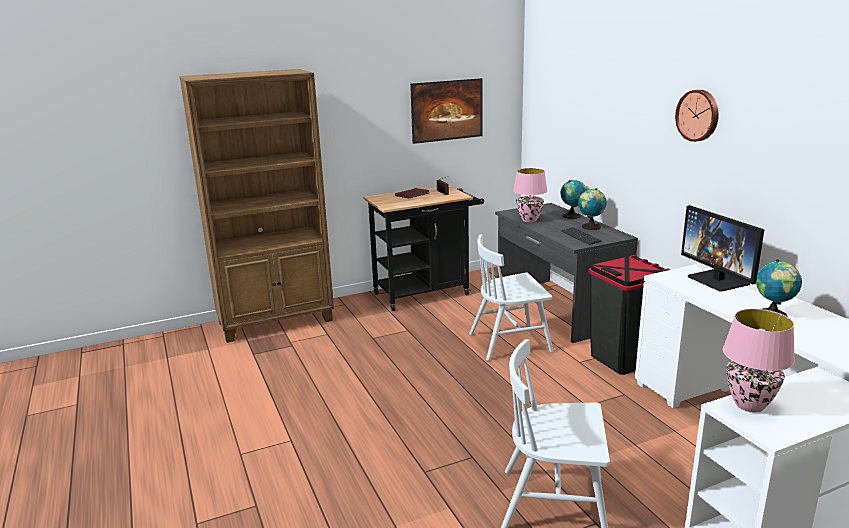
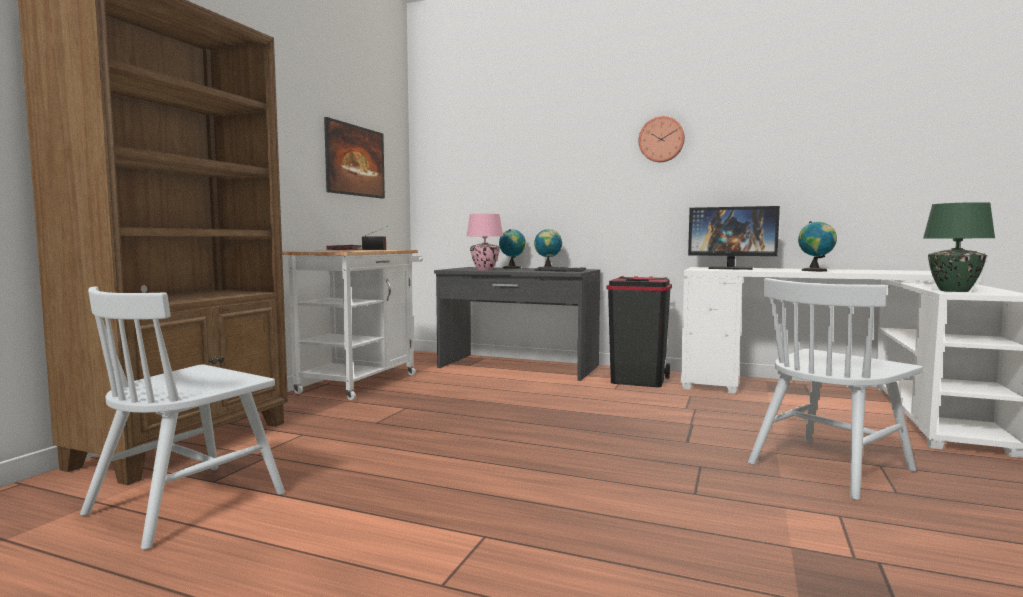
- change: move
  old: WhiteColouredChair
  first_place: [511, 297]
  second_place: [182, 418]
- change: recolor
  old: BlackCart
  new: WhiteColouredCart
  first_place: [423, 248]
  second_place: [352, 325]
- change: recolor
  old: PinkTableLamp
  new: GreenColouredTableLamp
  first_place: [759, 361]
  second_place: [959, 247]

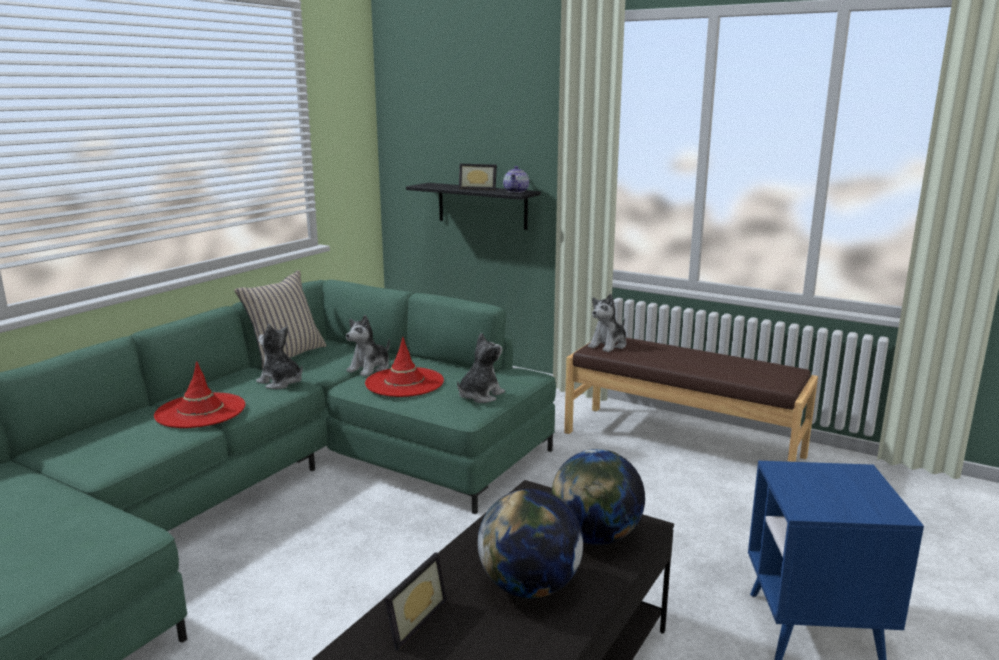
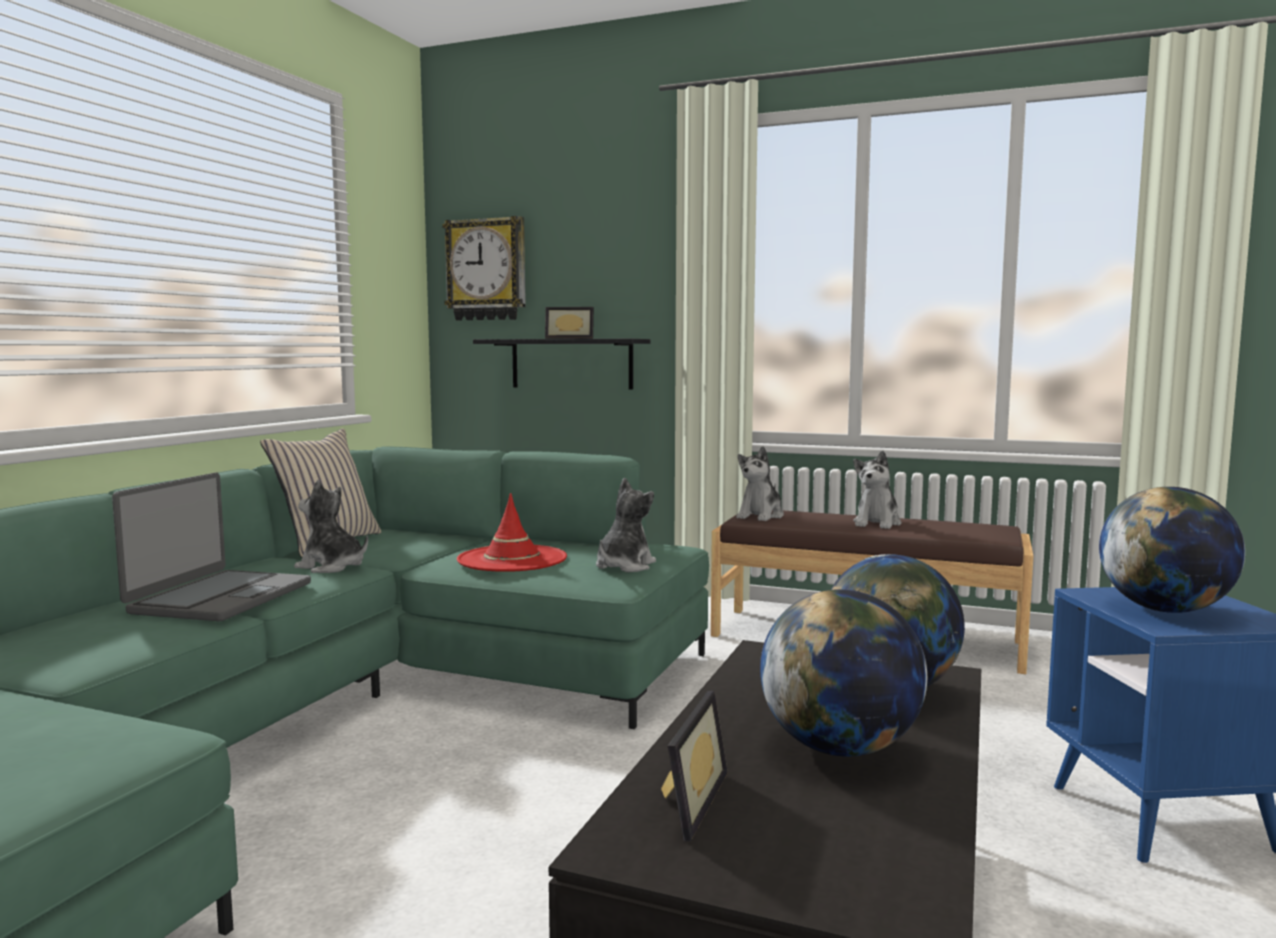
- change: delete
  old: Teapot
  first_place: [516, 179]
- change: insert
  new: WallClock
  second_place: [484, 268]
- change: insert
  new: WorldGlobe
  second_place: [1172, 550]
- change: move
  old: SoftToy
  first_place: [368, 346]
  second_place: [877, 490]
- change: replace
  old: ReddishWearableHat
  new: PortableComputer
  first_place: [199, 394]
  second_place: [211, 546]

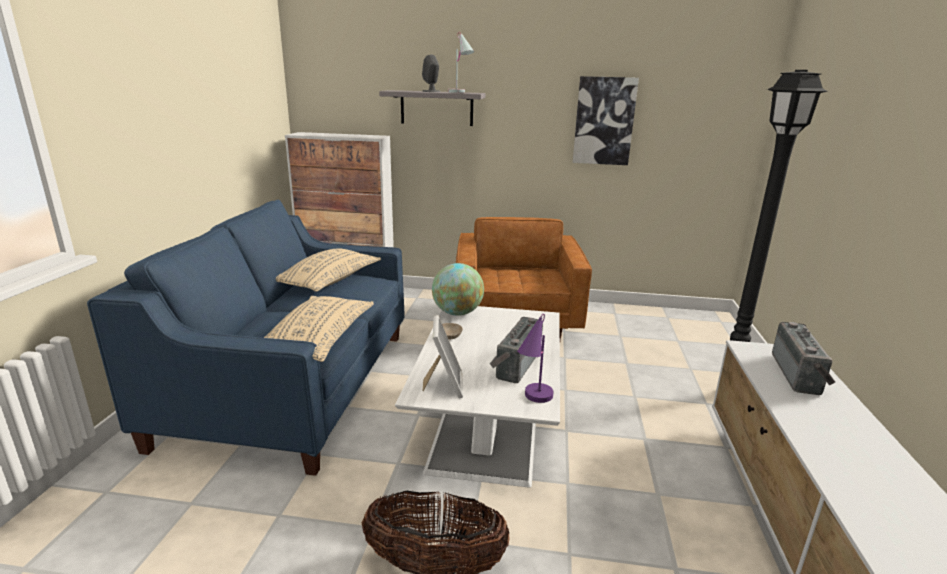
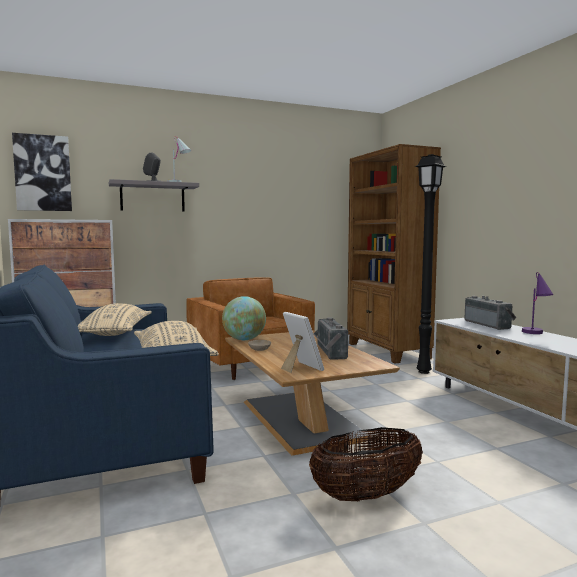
- change: insert
  new: BrownishShelvingUnit
  second_place: [394, 254]
- change: move
  old: PurplishTableLamp
  first_place: [535, 358]
  second_place: [538, 303]
- change: move
  old: WallArt
  first_place: [606, 120]
  second_place: [42, 172]
- change: recolor
  old: WhiteColouredLowTable
  new: BrownishLowTable
  first_place: [477, 397]
  second_place: [312, 392]

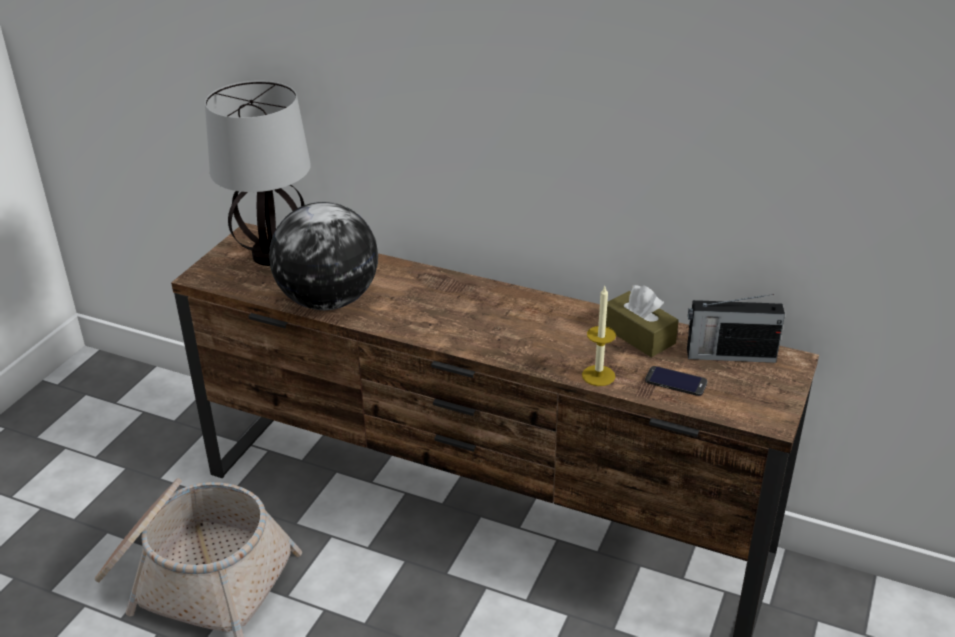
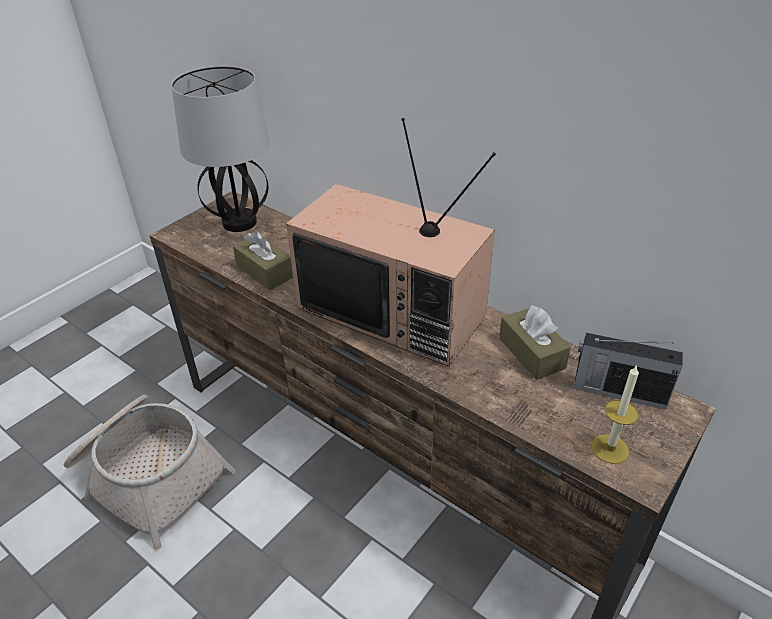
- change: delete
  old: Handset
  first_place: [676, 381]
- change: insert
  new: Tv
  second_place: [391, 242]
- change: move
  old: Candle
  first_place: [599, 336]
  second_place: [615, 414]
- change: replace
  old: WorldGlobe
  new: BrownishTissueHolder
  first_place: [323, 256]
  second_place: [263, 260]

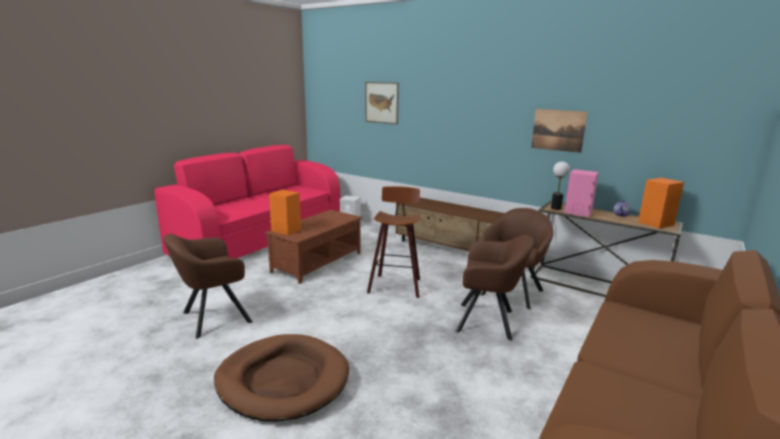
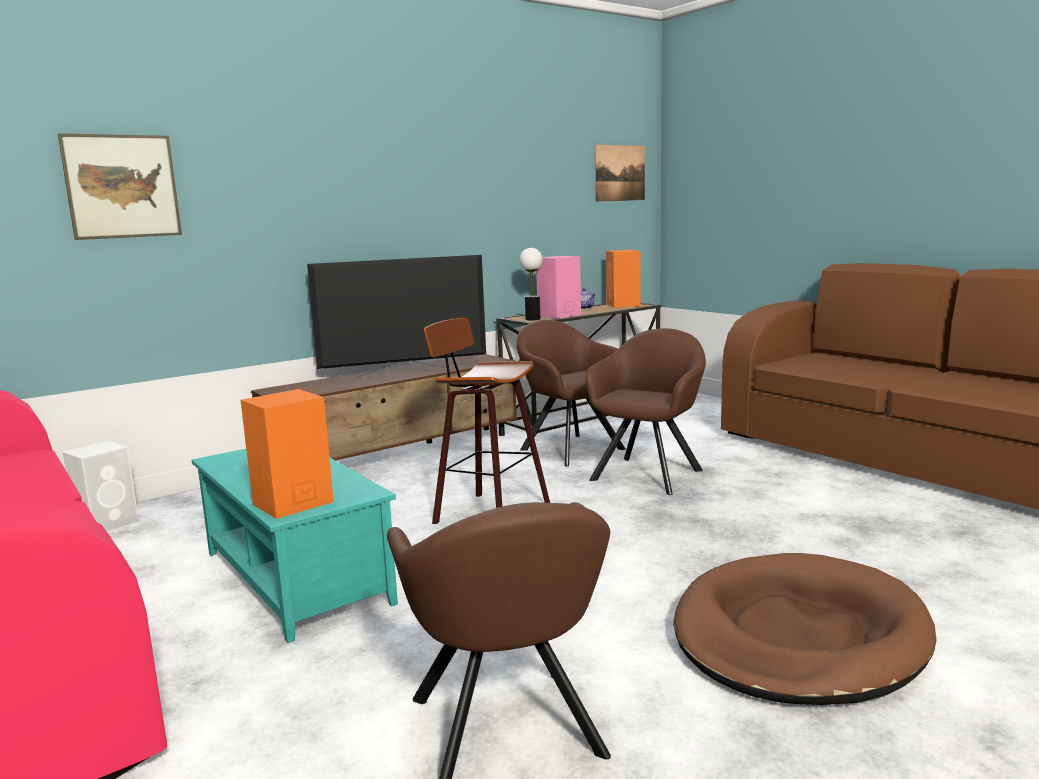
- change: insert
  new: Tv
  second_place: [396, 317]
- change: move
  old: WallArt
  first_place: [559, 131]
  second_place: [620, 173]
- change: recolor
  old: BrownishLowTable
  new: TurquoiseLowTable
  first_place: [313, 247]
  second_place: [295, 546]

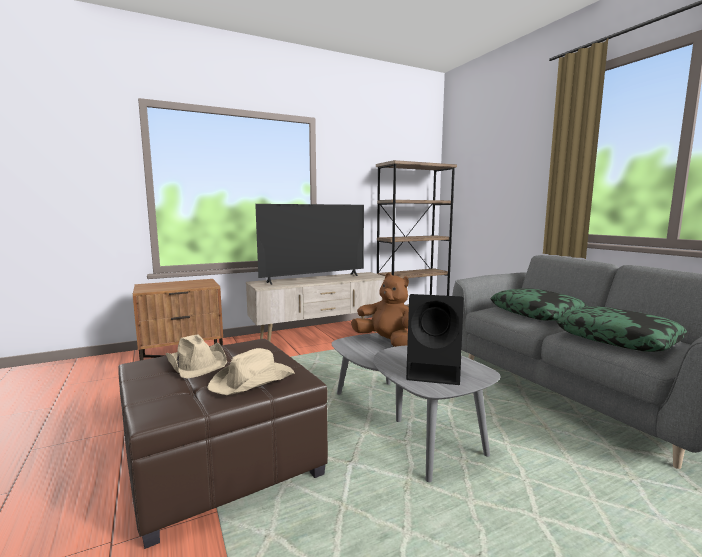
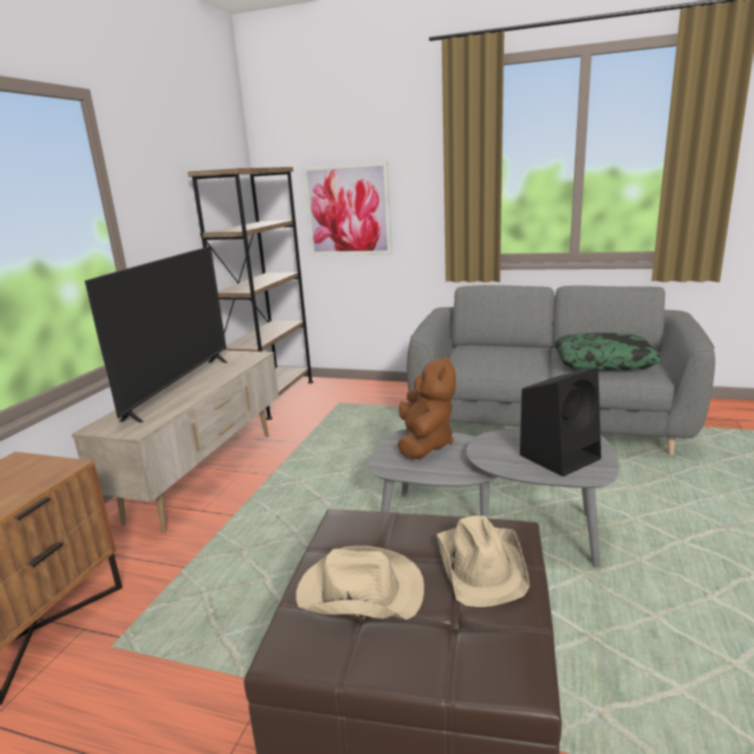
- change: delete
  old: ThrowPillow
  first_place: [539, 304]
- change: insert
  new: WallArt
  second_place: [347, 209]
- change: rotate
  old: BrownishSoftToy
  first_place: [380, 310]
  second_place: [426, 407]
  degrees: 105

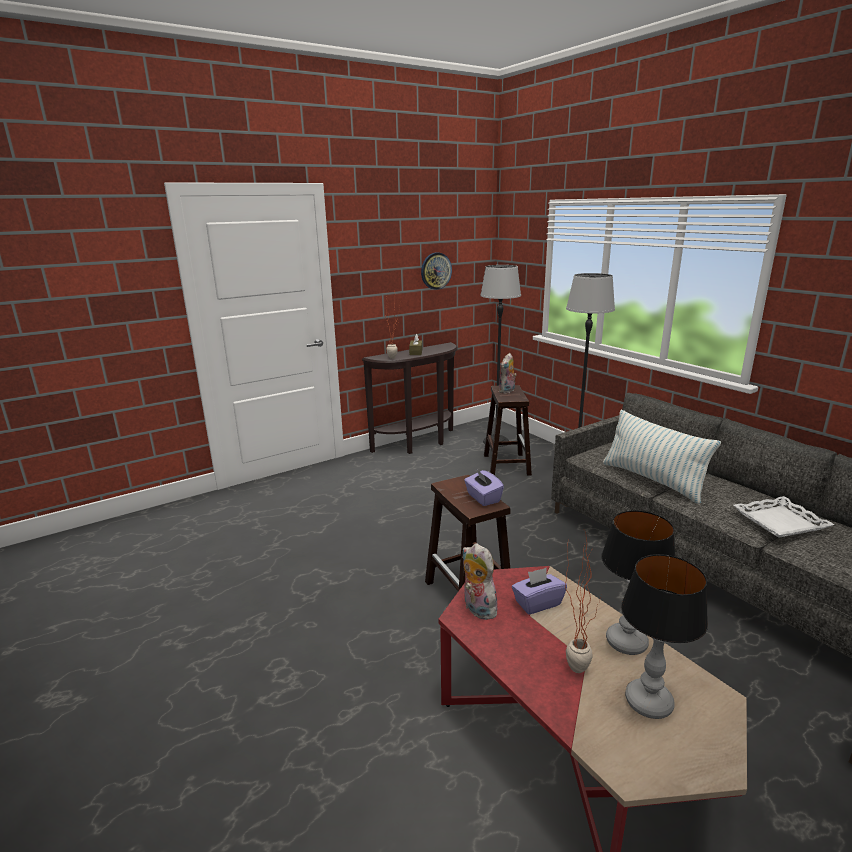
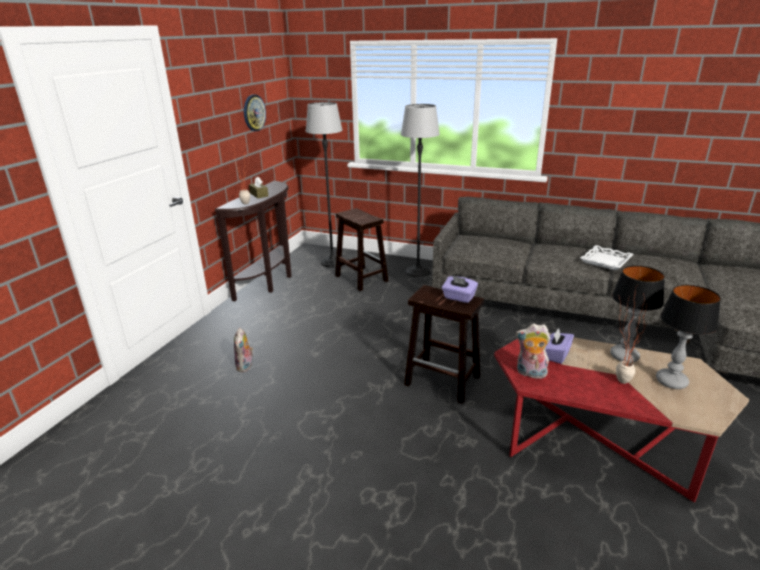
- change: delete
  old: ThrowPillow
  first_place: [662, 457]
- change: move
  old: SoftToy
  first_place: [508, 373]
  second_place: [243, 349]

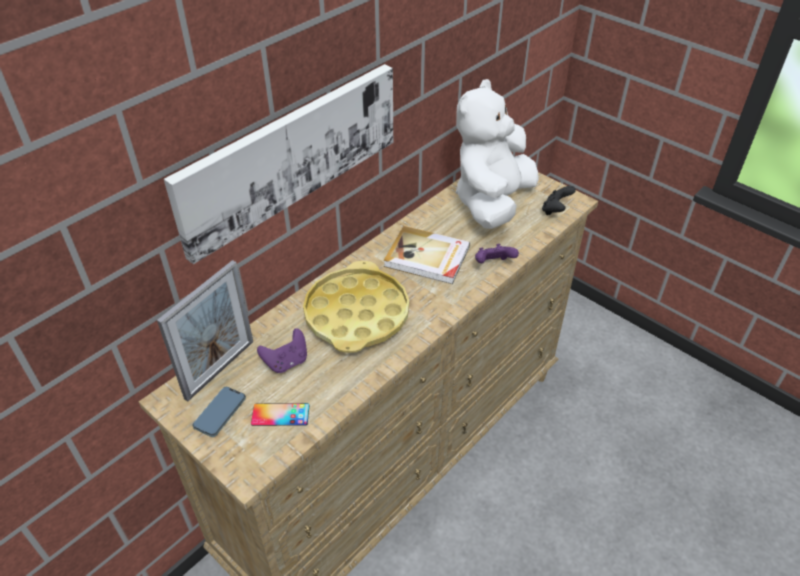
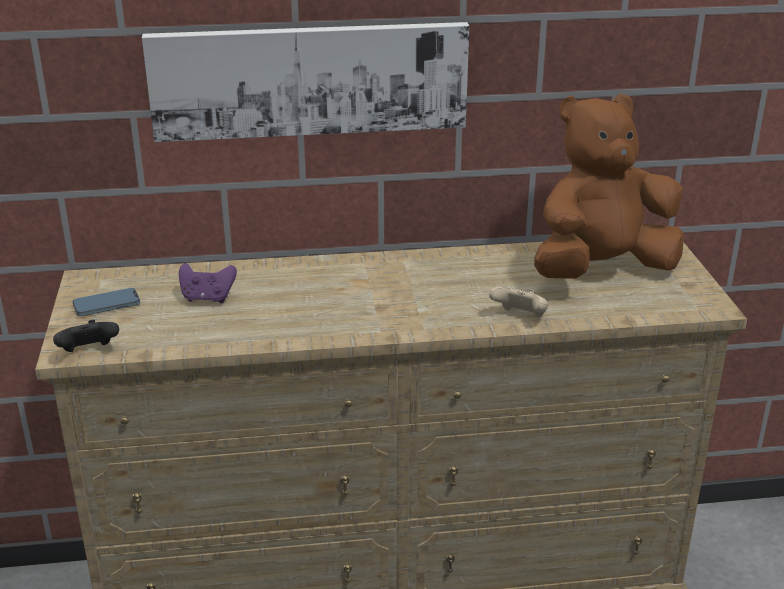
- change: delete
  old: PhotoFrame
  first_place: [205, 330]
- change: delete
  old: Handset
  first_place: [280, 414]
- change: delete
  old: YellowColouredServingTray
  first_place: [356, 307]
- change: delete
  old: Book
  first_place: [427, 255]
- change: move
  old: BlackGameController
  first_place: [559, 200]
  second_place: [86, 336]
- change: recolor
  old: WhiteColouredSoftToy
  new: BrownishSoftToy
  first_place: [497, 154]
  second_place: [609, 186]
- change: recolor
  old: PurplishGameController
  new: SandColouredGameController
  first_place: [497, 253]
  second_place: [518, 302]

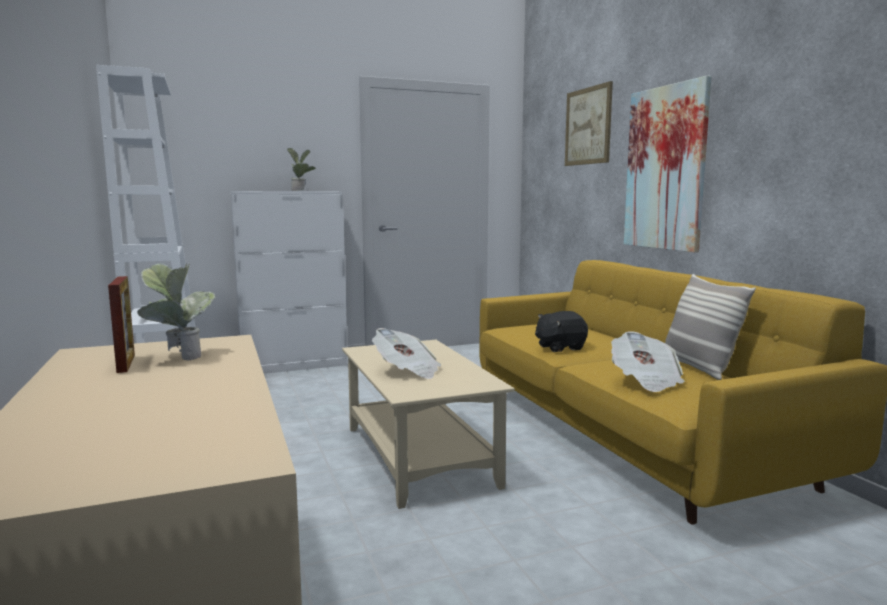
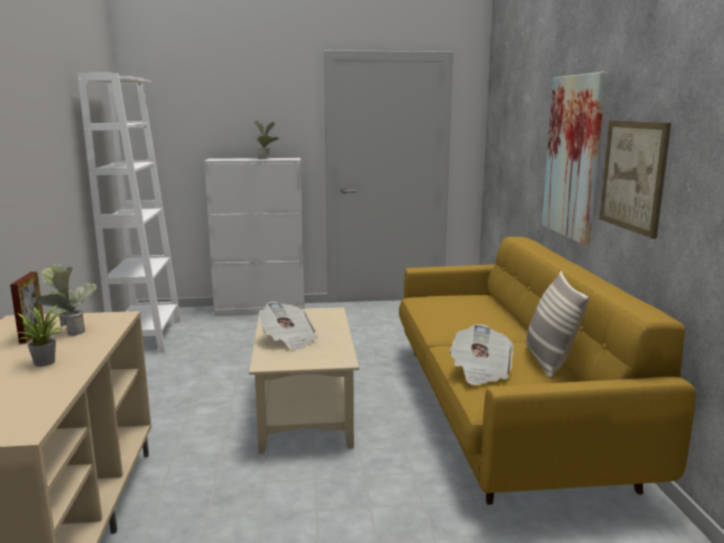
- change: delete
  old: BlackSoftToy
  first_place: [561, 331]
- change: insert
  new: Houseplant
  second_place: [42, 336]
- change: move
  old: WallArt
  first_place: [589, 123]
  second_place: [635, 179]

